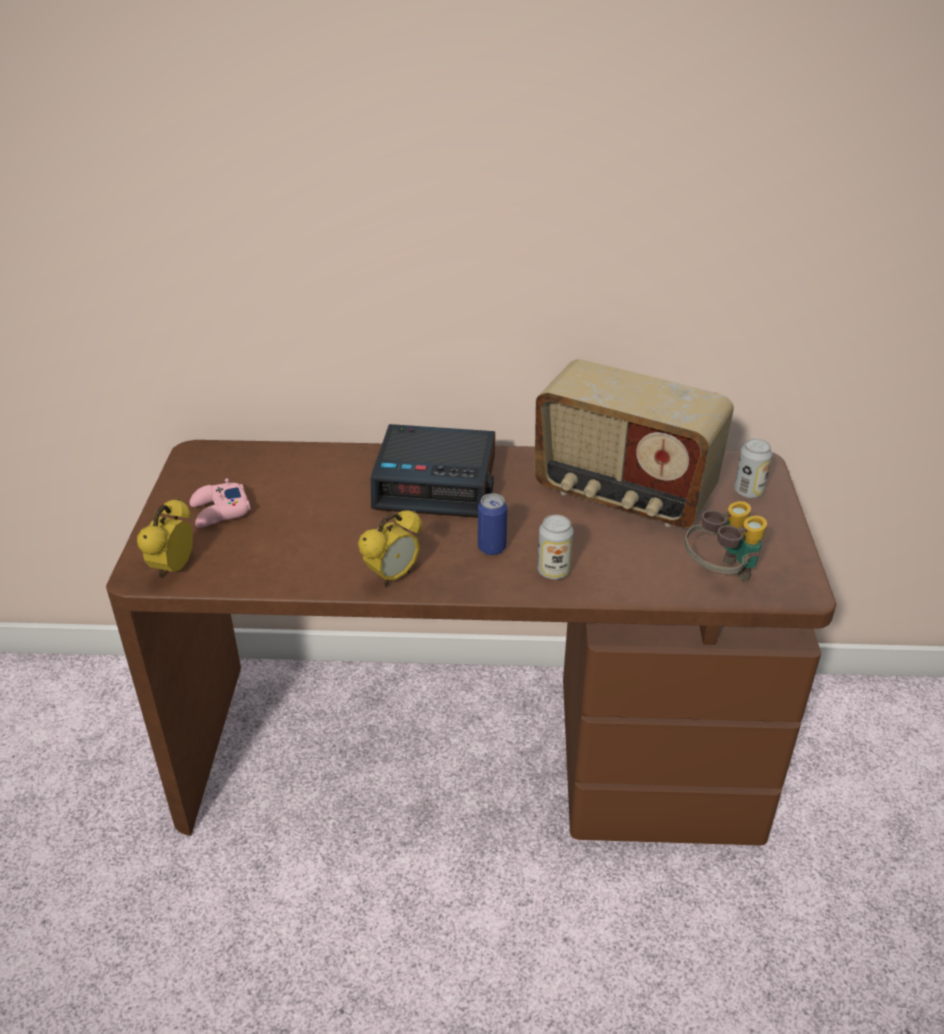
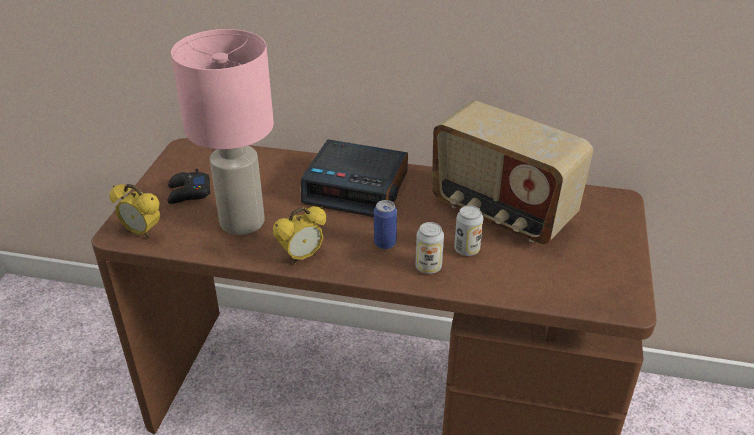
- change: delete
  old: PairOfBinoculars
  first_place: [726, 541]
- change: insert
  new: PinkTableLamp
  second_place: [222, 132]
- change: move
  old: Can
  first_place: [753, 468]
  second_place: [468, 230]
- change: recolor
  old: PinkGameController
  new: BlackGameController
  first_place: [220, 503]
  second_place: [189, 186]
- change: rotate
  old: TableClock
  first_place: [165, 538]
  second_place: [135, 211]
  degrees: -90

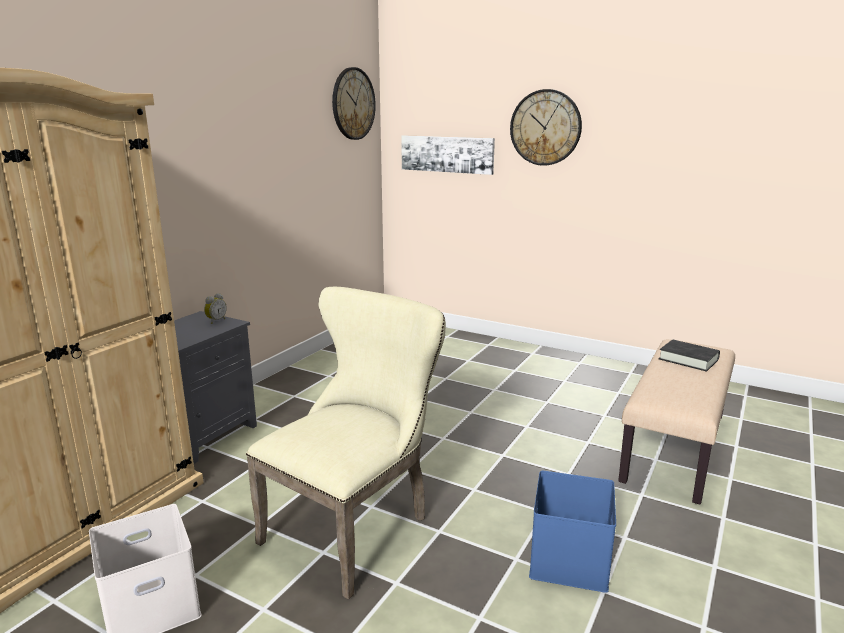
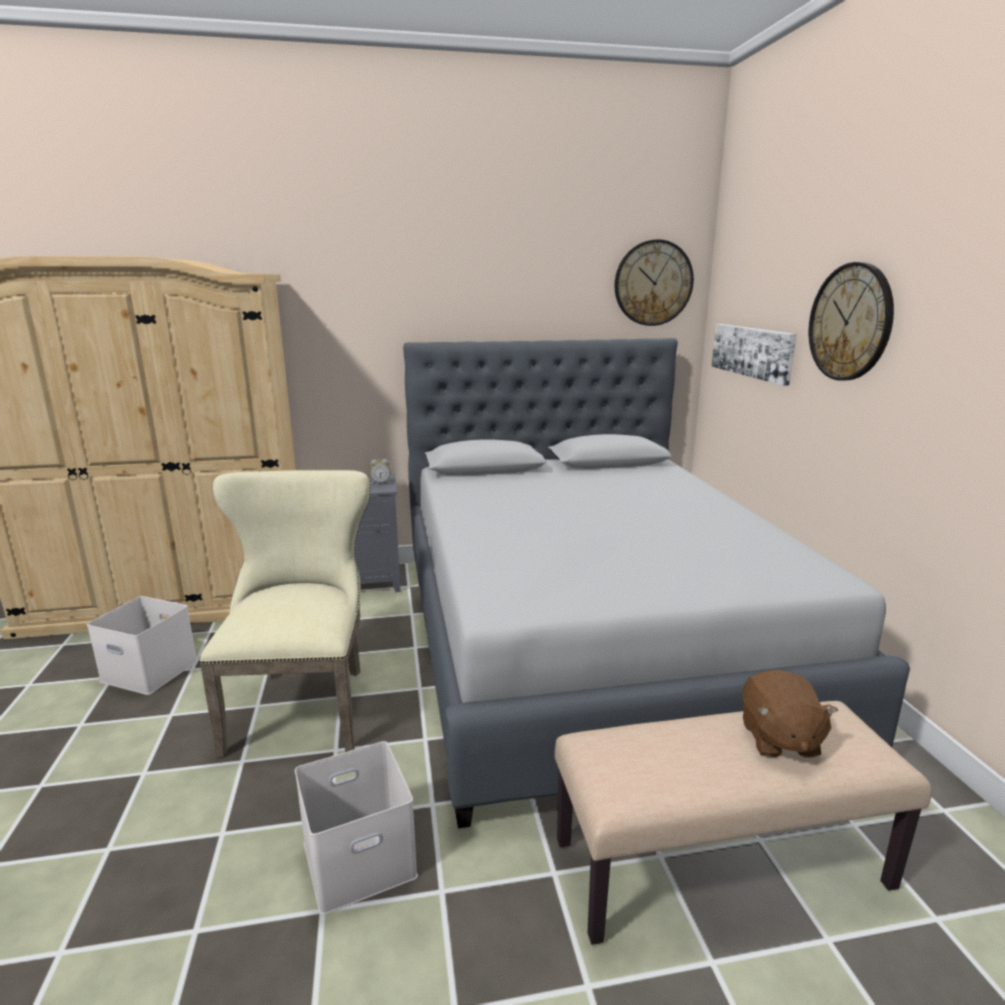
- change: insert
  new: GraySleepingBed
  second_place: [656, 583]
- change: replace
  old: BlackBook
  new: BrownishSoftToy
  first_place: [689, 355]
  second_place: [790, 714]
- change: recolor
  old: BlueStorageBin
  new: WhiteColouredStorageBin
  first_place: [572, 532]
  second_place: [356, 828]
- change: rotate
  old: SandColouredChair
  first_place: [346, 443]
  second_place: [285, 614]
  degrees: -90

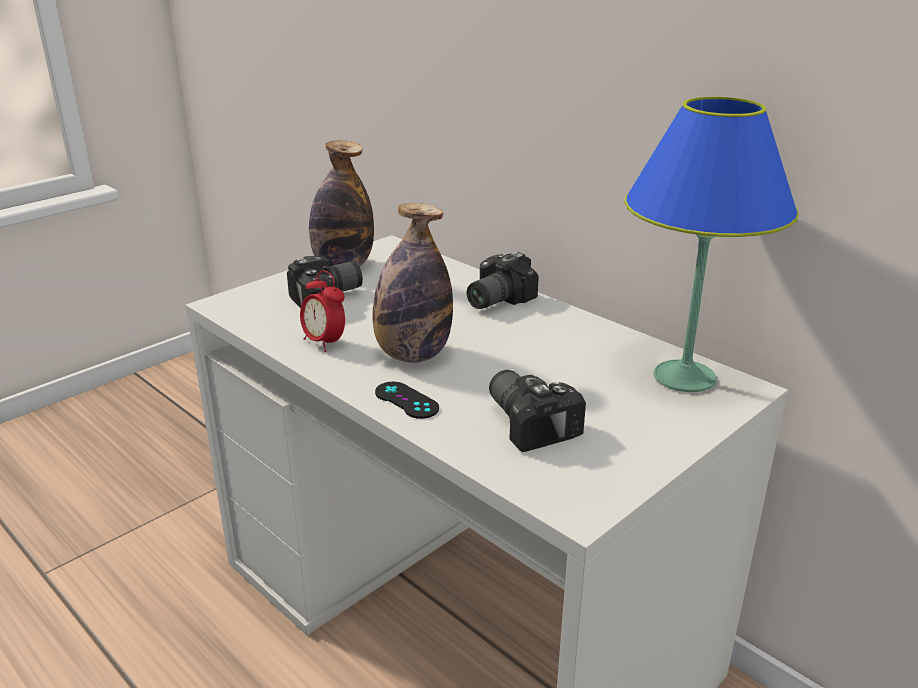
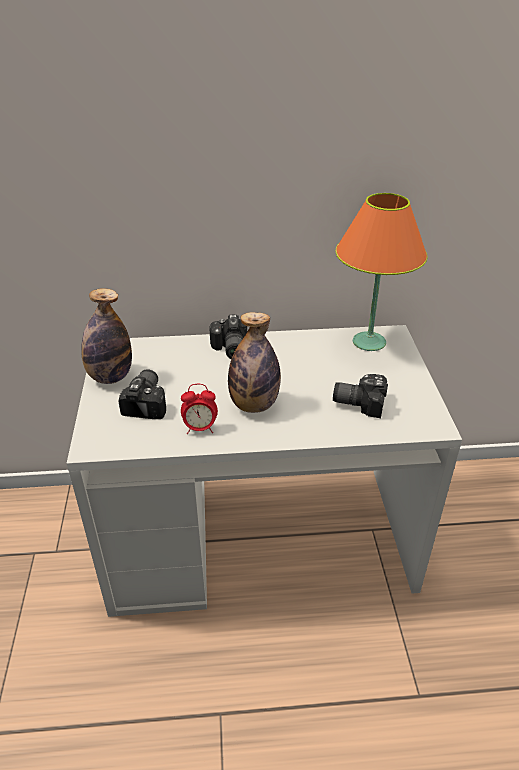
- change: delete
  old: BlackGameController
  first_place: [407, 400]
- change: recolor
  old: BlueTableLamp
  new: OrangeColouredTableLamp
  first_place: [711, 244]
  second_place: [381, 272]

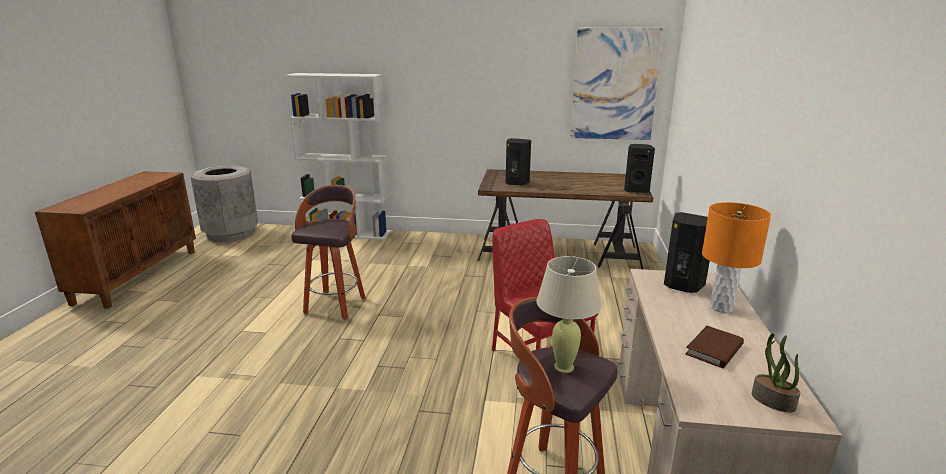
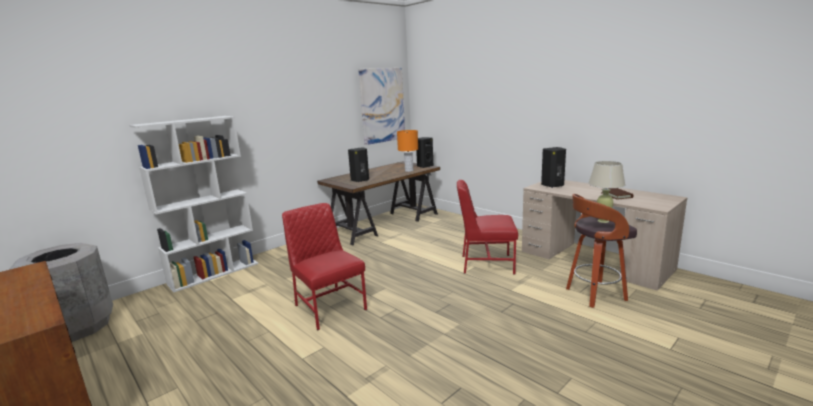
- change: delete
  old: Houseplant
  first_place: [776, 373]
- change: move
  old: OrangeColouredTableLamp
  first_place: [736, 257]
  second_place: [407, 151]
- change: replace
  old: StoolSeat
  new: ReddishChair
  first_place: [328, 252]
  second_place: [324, 266]

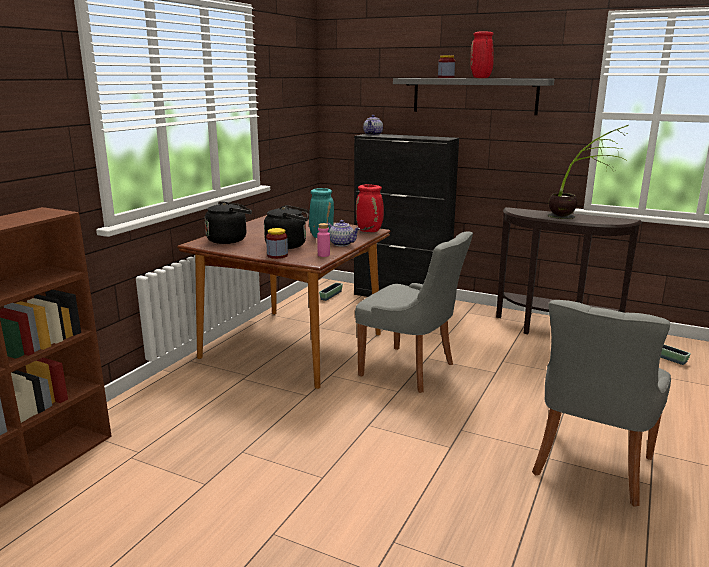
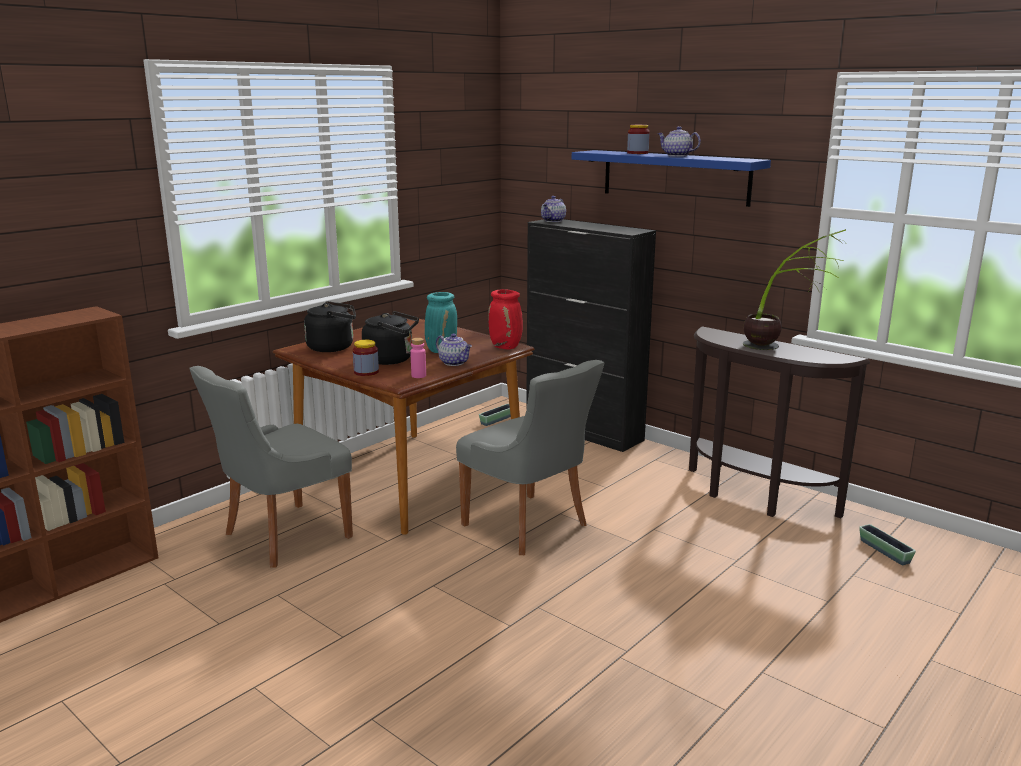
- change: move
  old: GrayChair
  first_place: [601, 403]
  second_place: [271, 467]
- change: replace
  old: ReddishDecorativeVase
  new: Teapot
  first_place: [482, 54]
  second_place: [679, 141]
- change: recolor
  old: GrayShelf
  new: BlueShelf
  first_place: [473, 96]
  second_place: [671, 178]

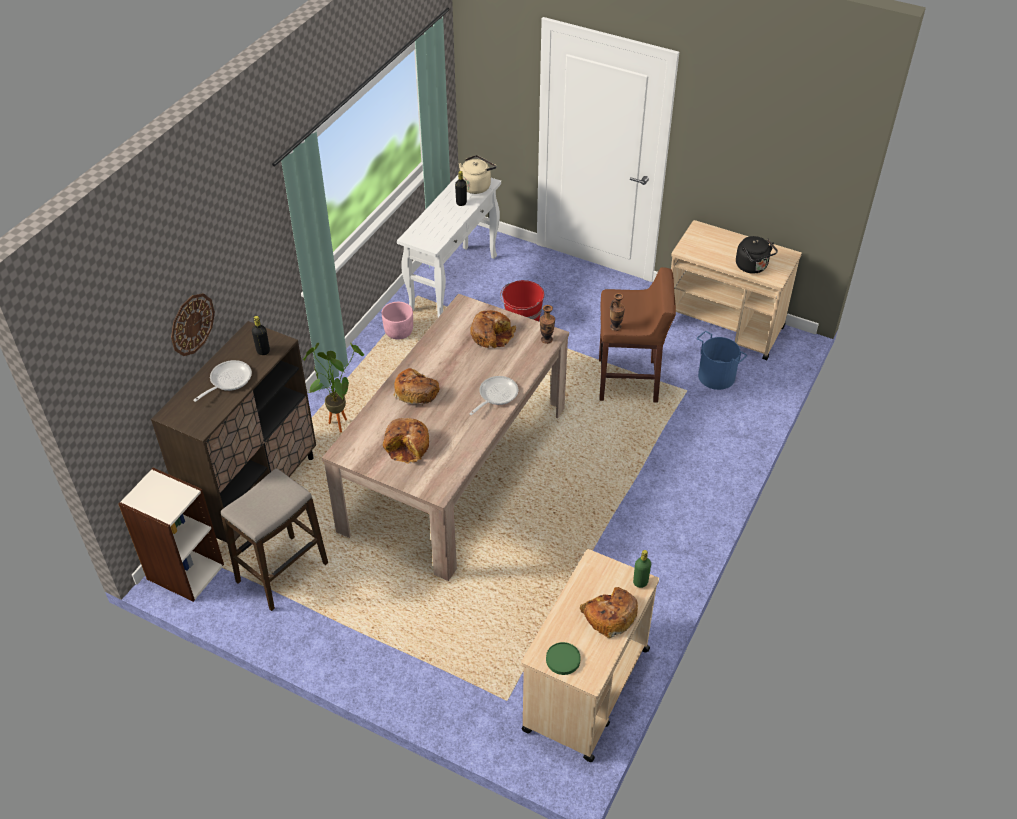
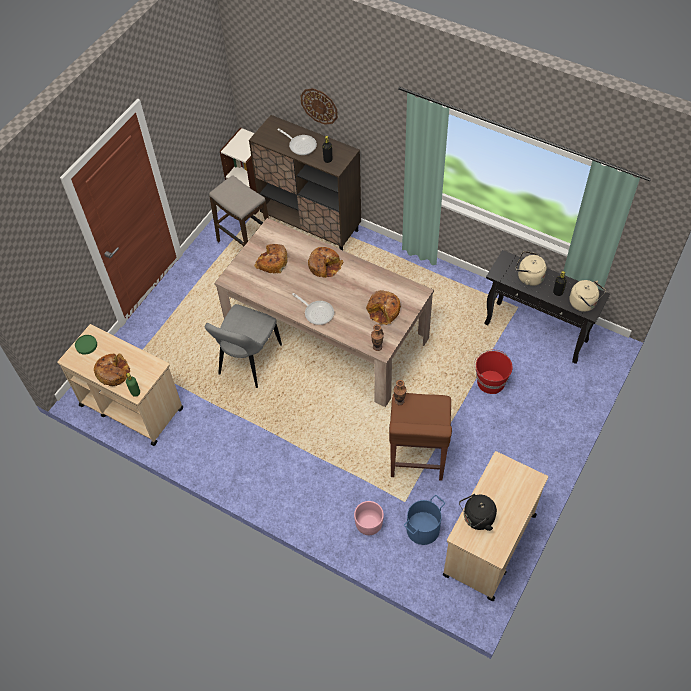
- change: delete
  old: Houseplant
  first_place: [333, 388]
- change: insert
  new: GrayChair
  second_place: [243, 346]
- change: insert
  new: SandColouredTeaKettle
  second_place: [531, 268]
- change: move
  old: PinkPlantPot
  first_place: [397, 321]
  second_place: [369, 518]
- change: recolor
  old: WhiteColouredHallTable
  new: BlackHallTable
  first_place: [449, 246]
  second_place: [547, 307]

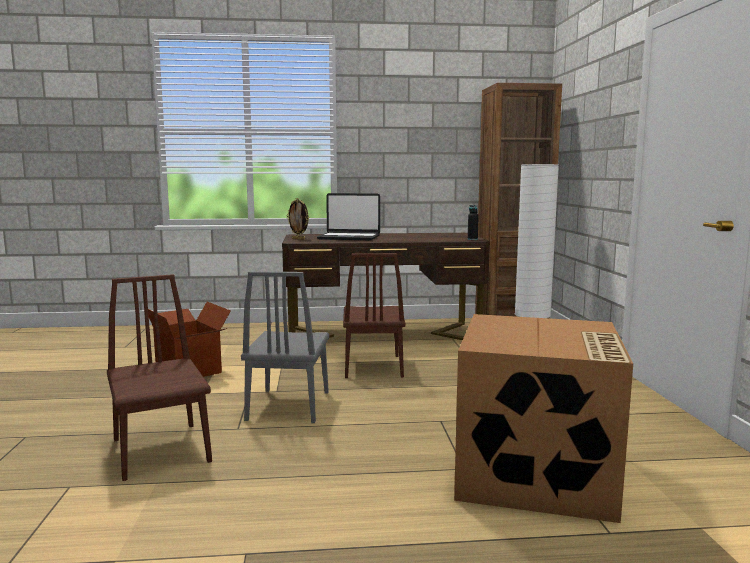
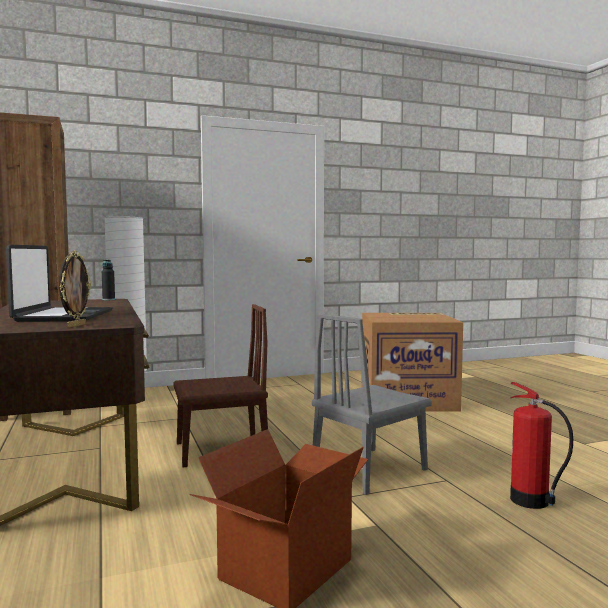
- change: replace
  old: BrownishChair
  new: Extinguisher
  first_place: [159, 377]
  second_place: [541, 445]
- change: rotate
  old: GrayChair
  first_place: [285, 347]
  second_place: [372, 404]
  degrees: 150

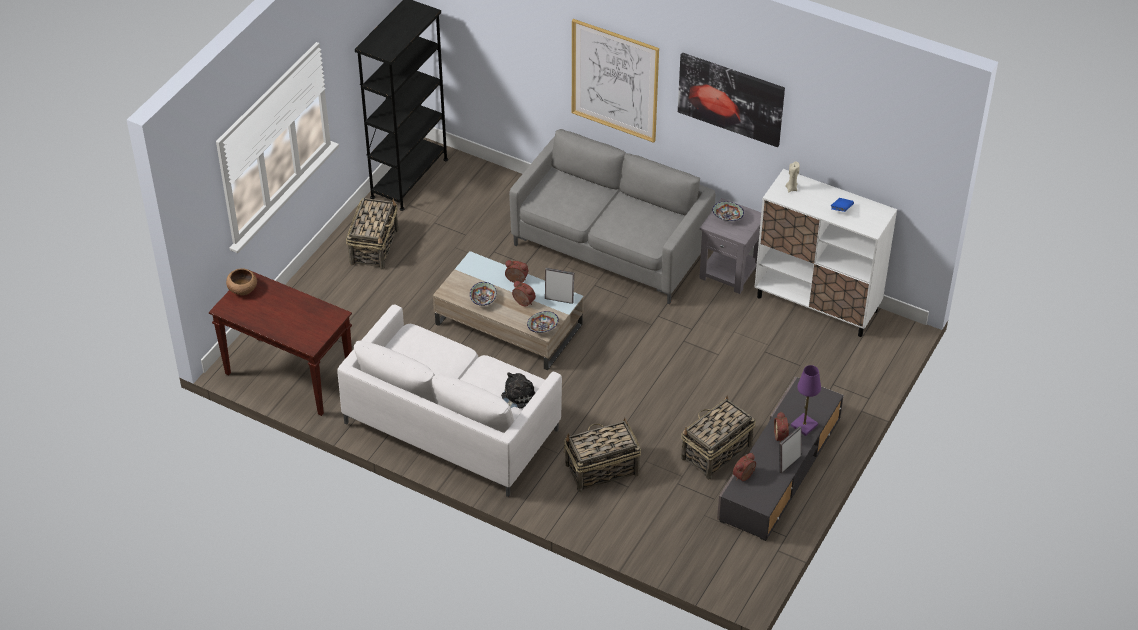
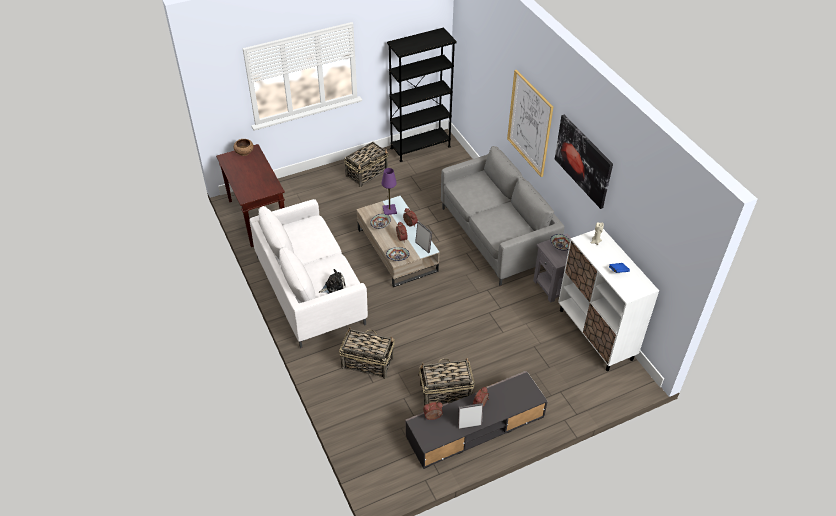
- change: move
  old: PurplishTableLamp
  first_place: [806, 400]
  second_place: [389, 191]

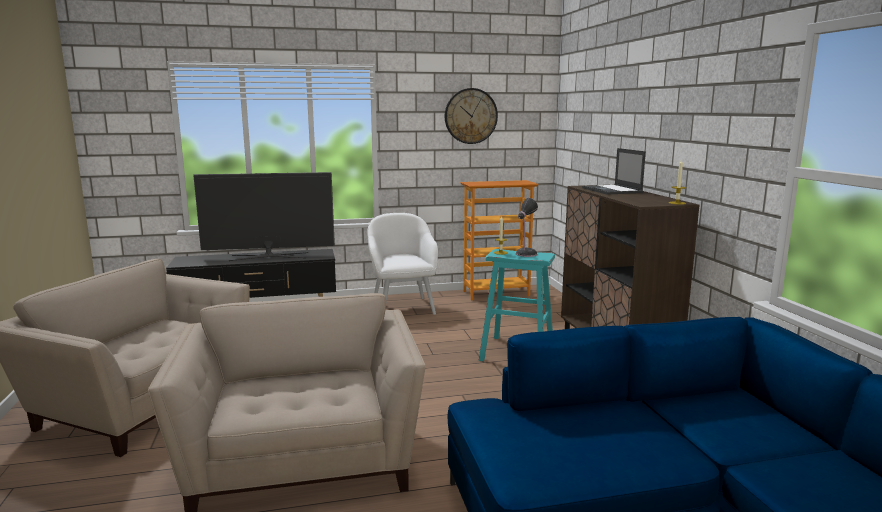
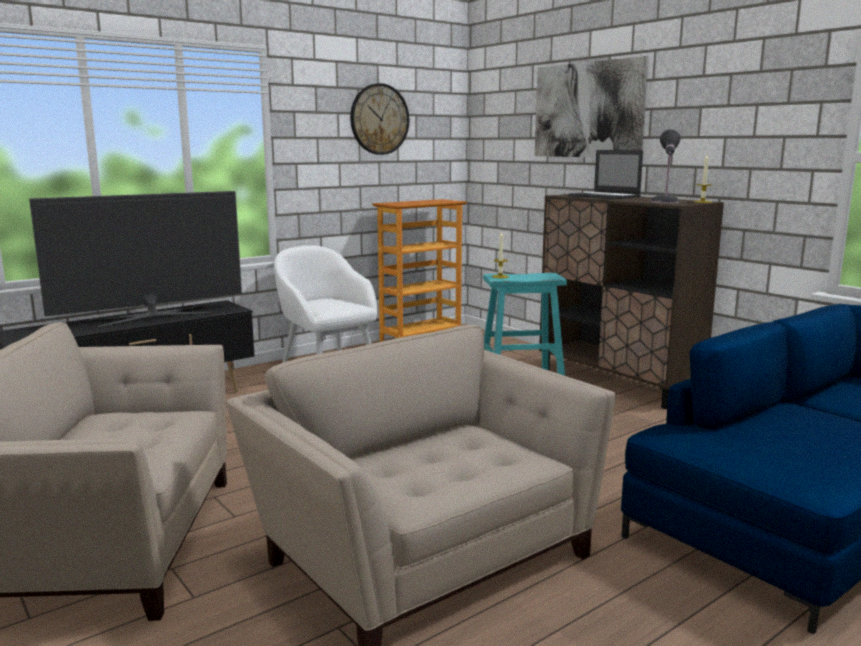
- change: insert
  new: WallArt
  second_place: [592, 106]
- change: move
  old: TableLamp
  first_place: [526, 227]
  second_place: [666, 166]

